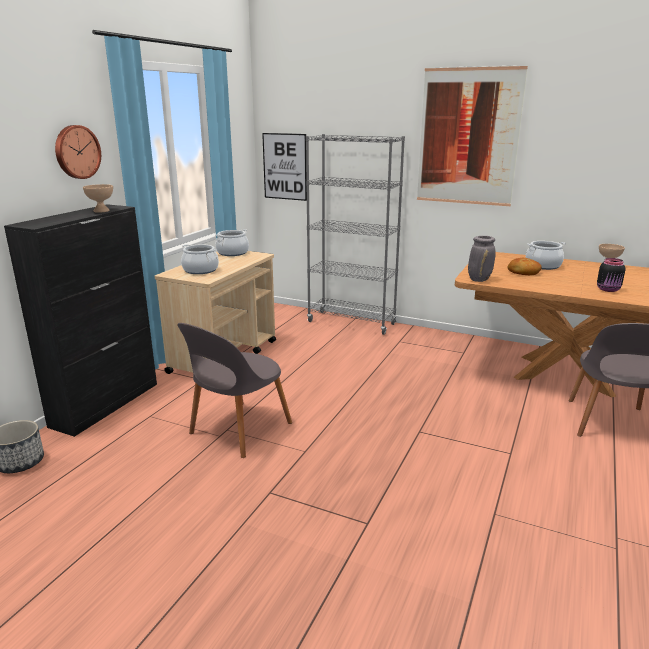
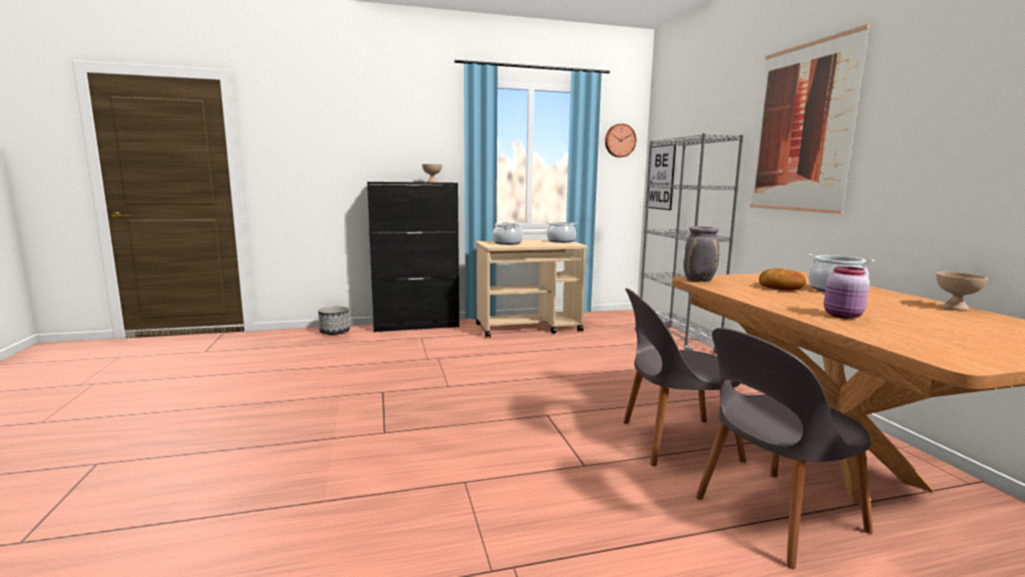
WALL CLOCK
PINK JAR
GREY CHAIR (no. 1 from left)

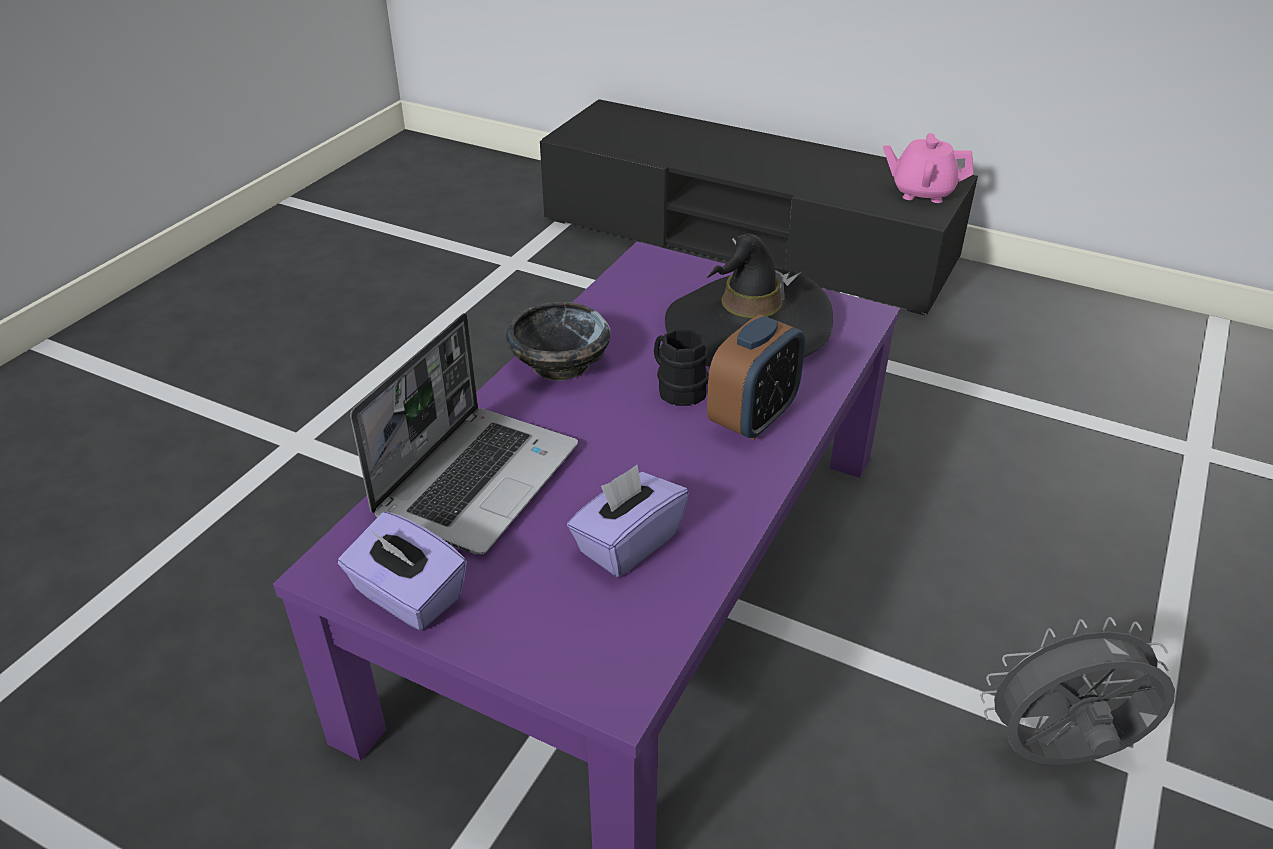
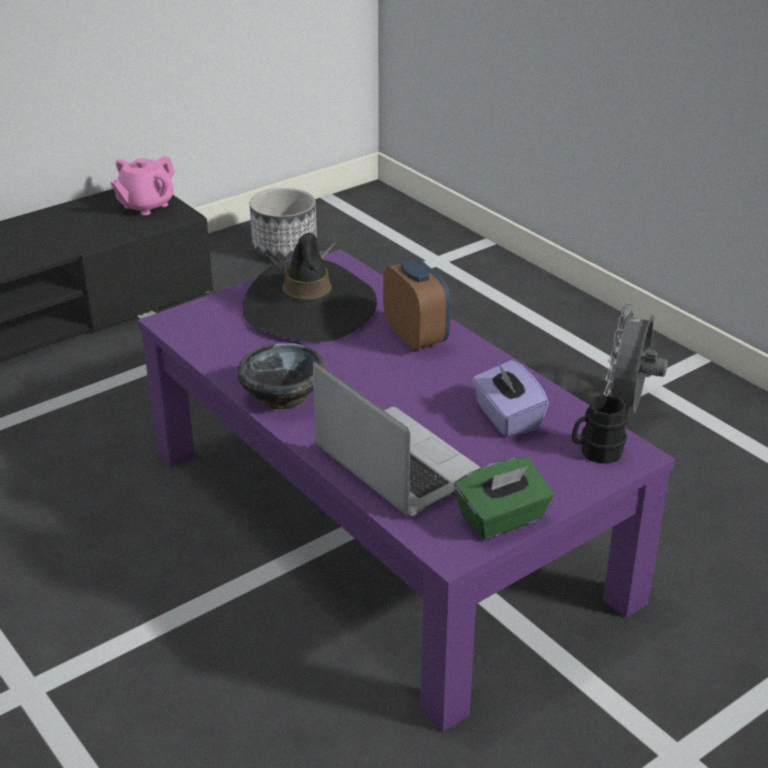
BLACK MUG
GREEN TISSUE BOX
PLANTER

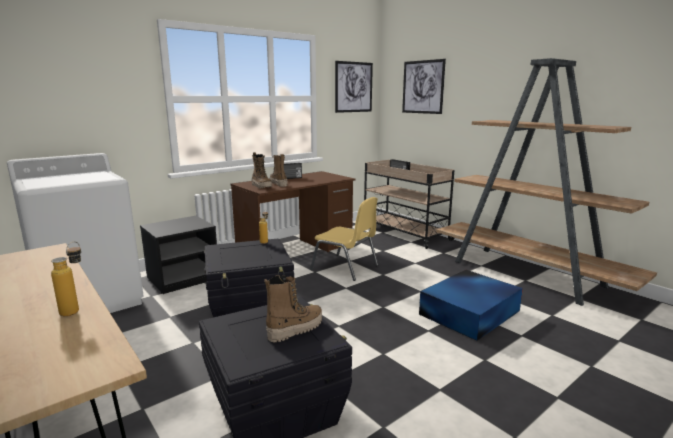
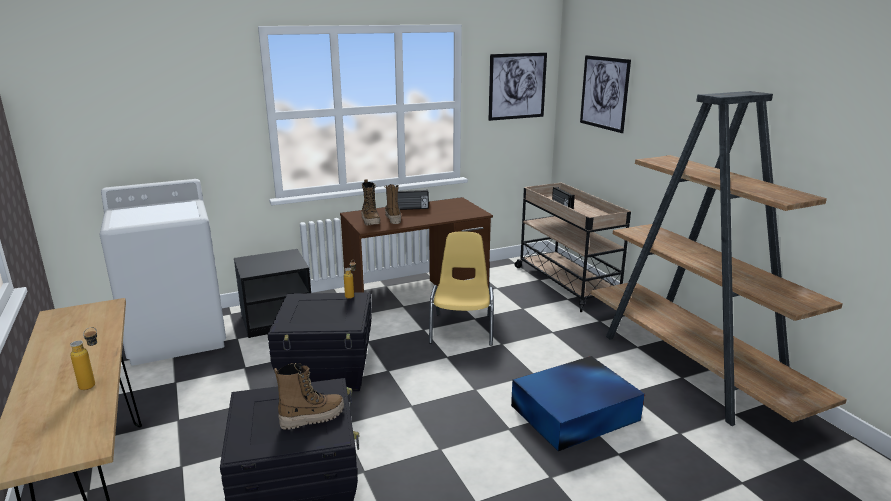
YELLOW CHAIR

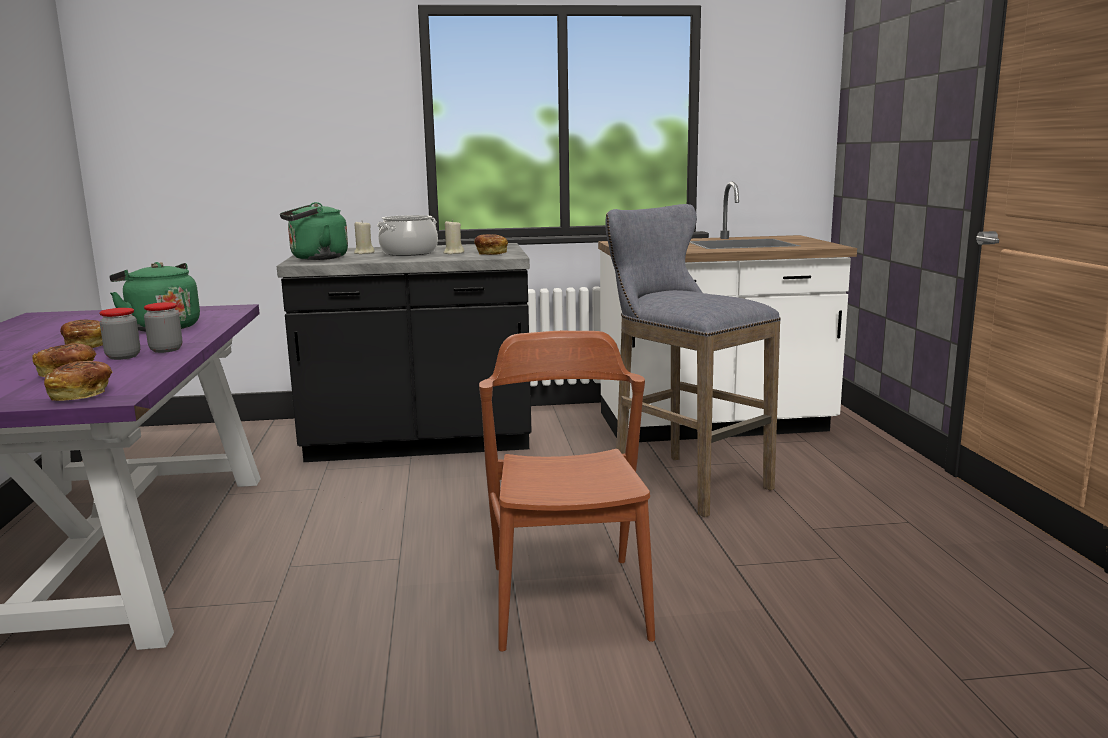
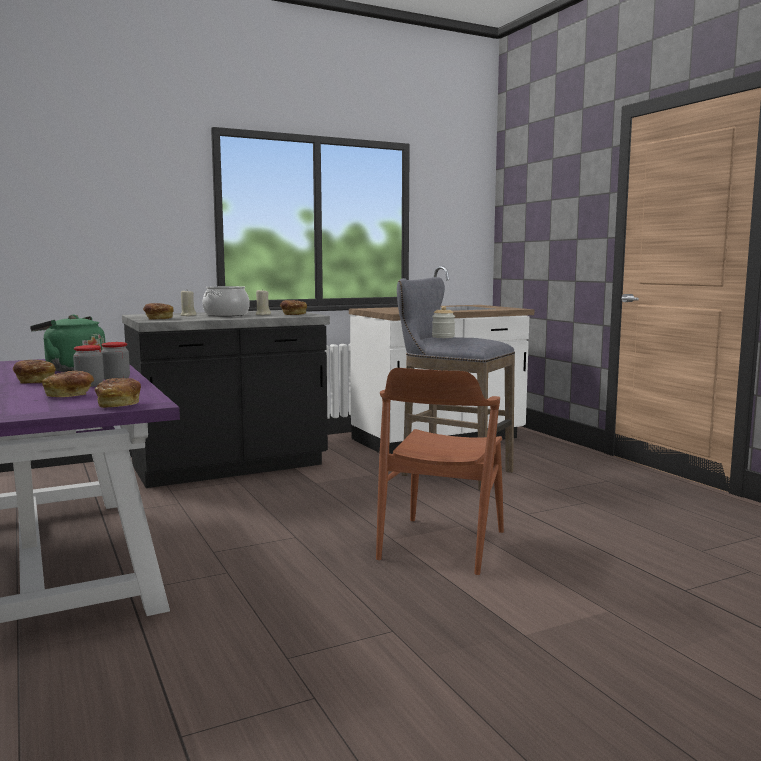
BREAD (no. 4 from left)
BROWN CHAIR
JAR (no. 3 from left)

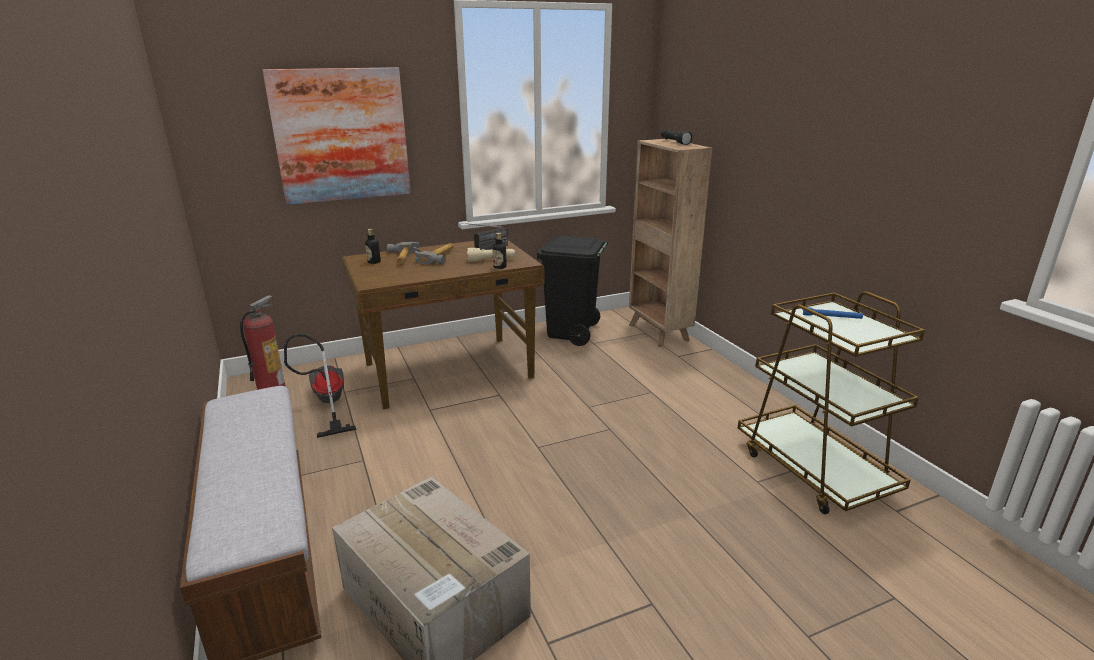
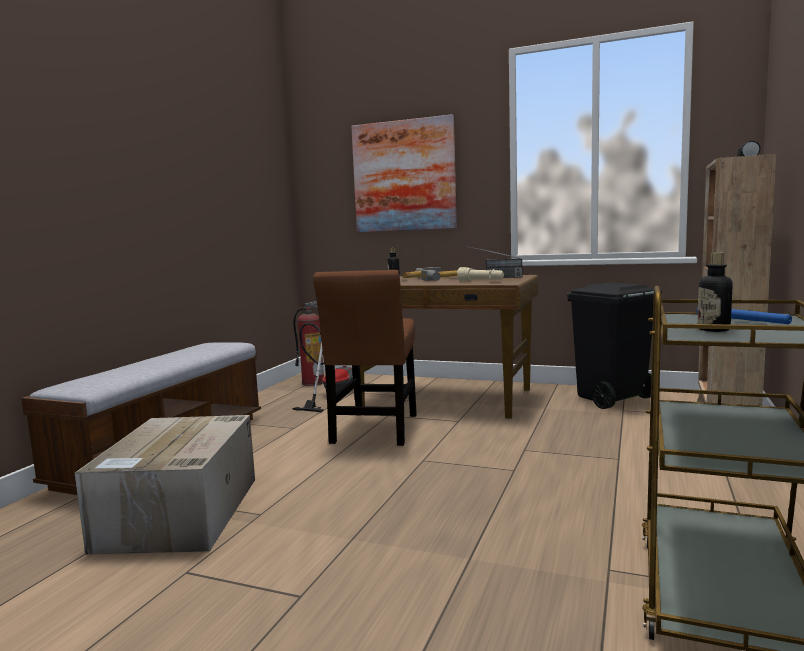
BOTTLE (no. 2 from left)
BROWN CHAIR

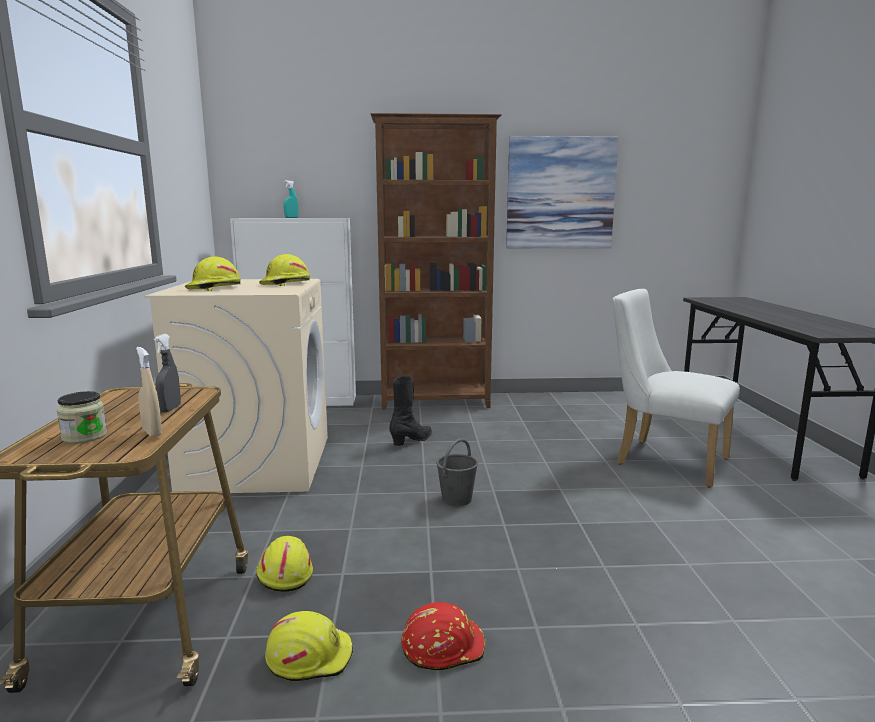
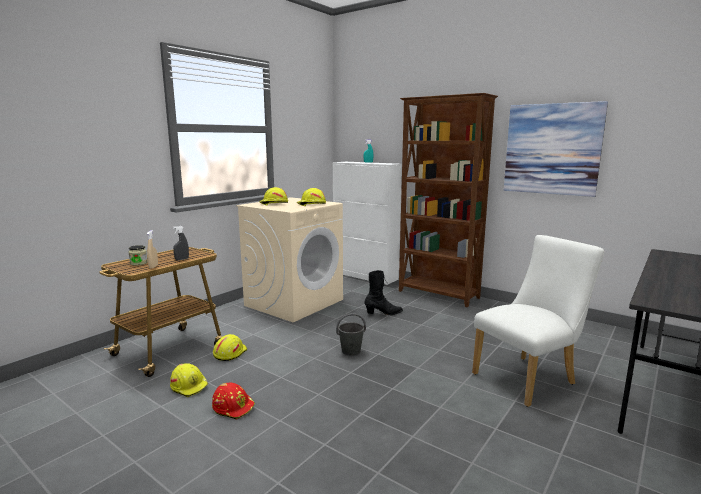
WHITE CHAIR

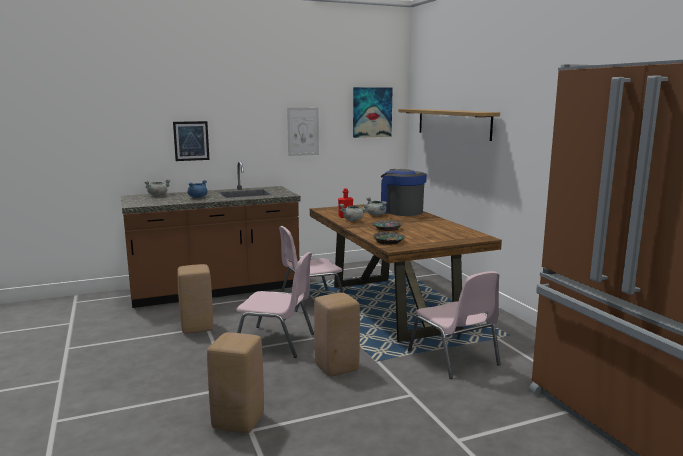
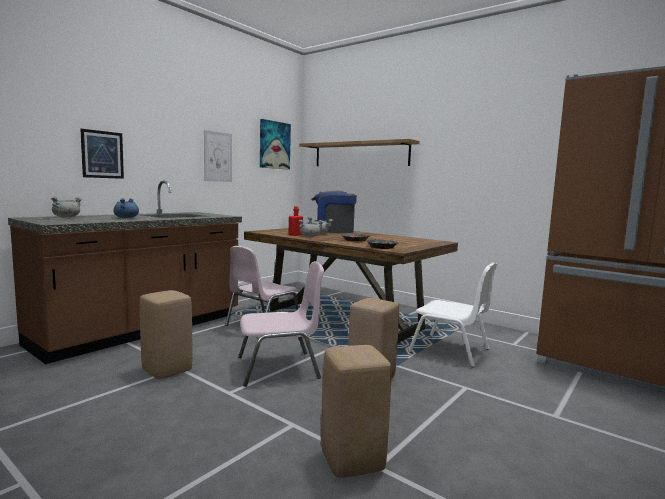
WHITE CHAIR

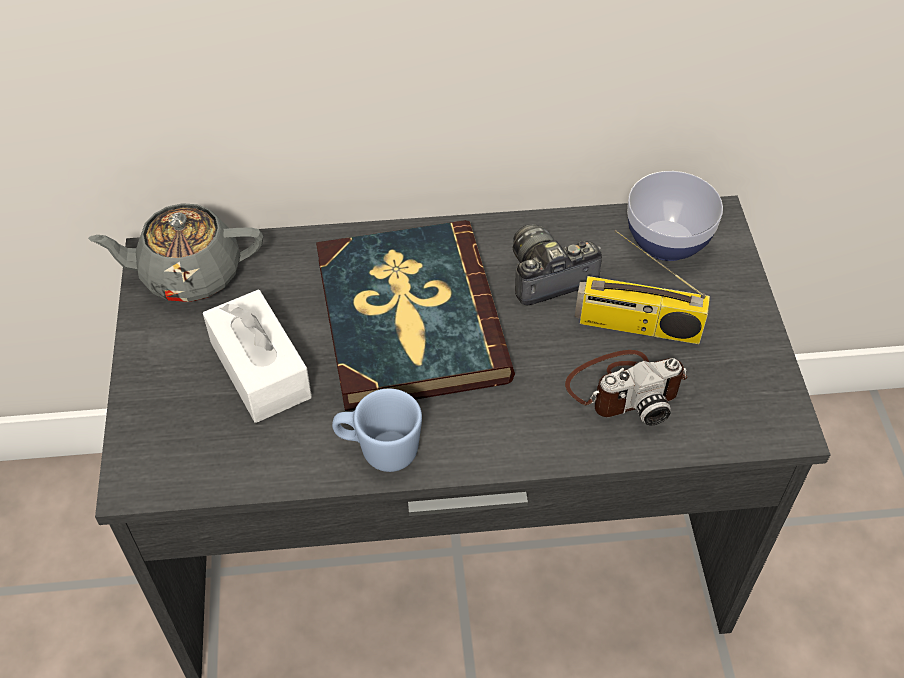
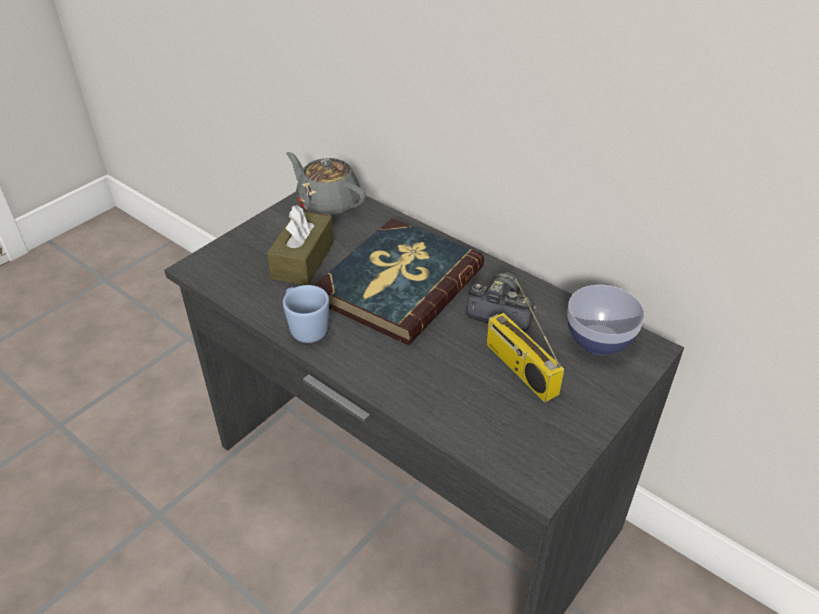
BROWN TISSUE BOX
PHOTO CAMERA (no. 2 from left in the first image)

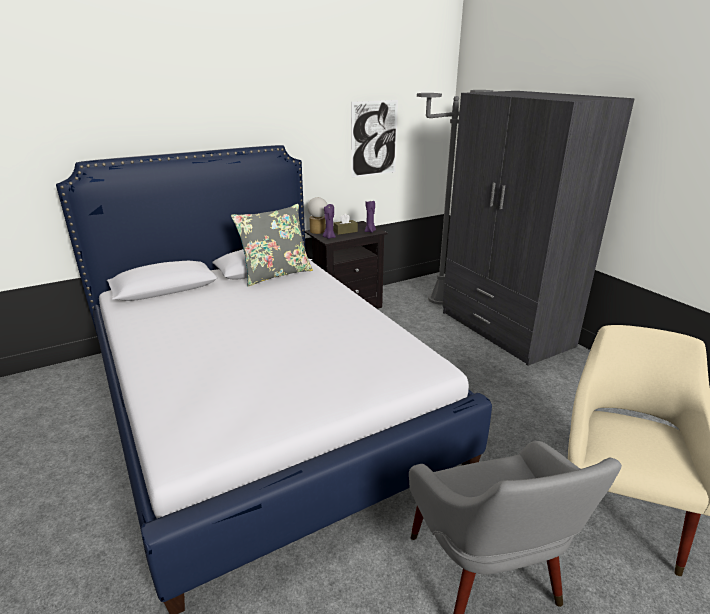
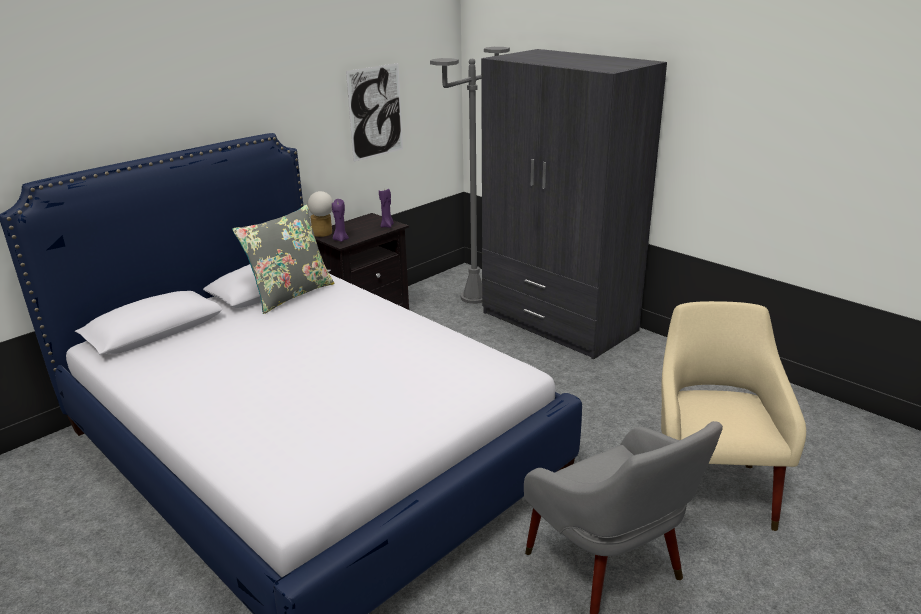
BROWN TISSUE BOX

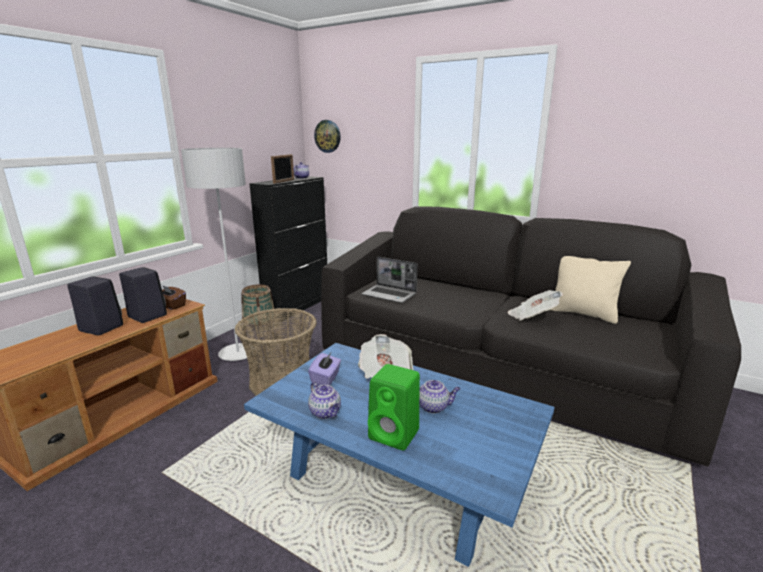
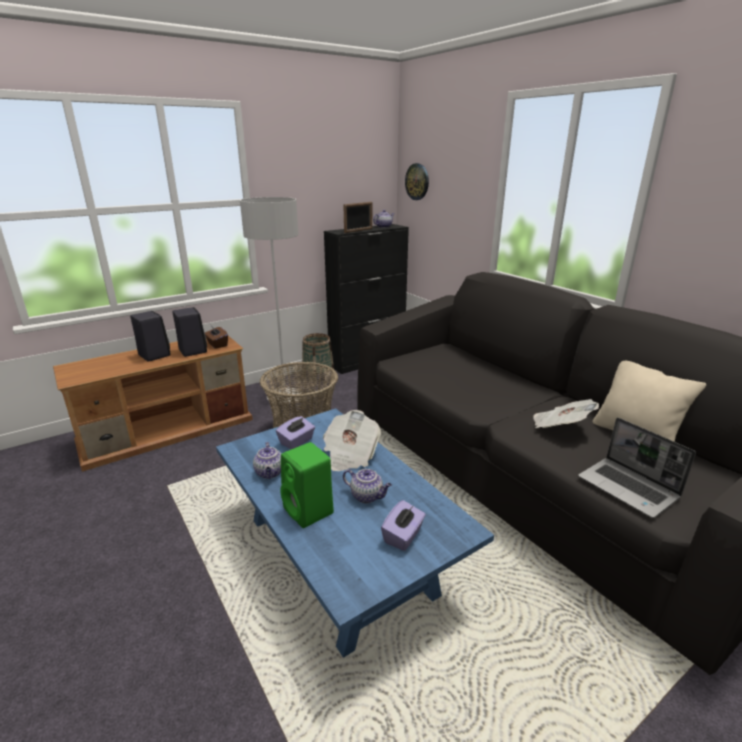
LAPTOP
PURPLE TISSUE BOX (no. 2 from left)

